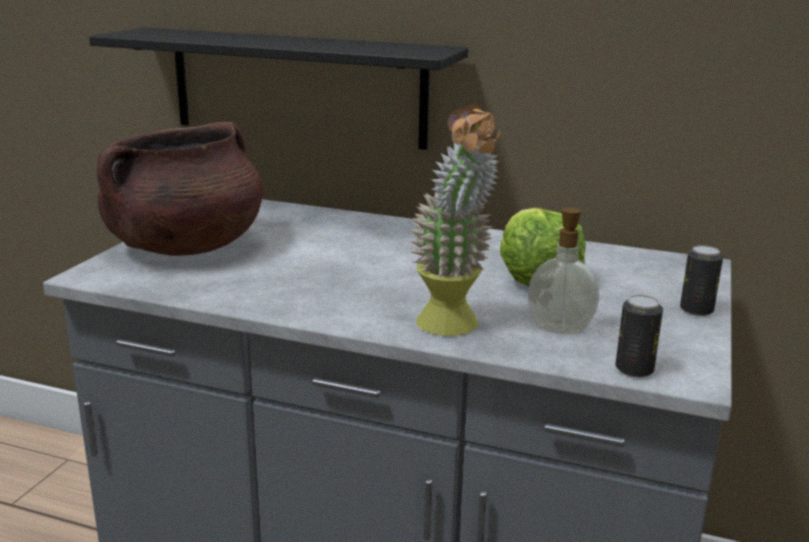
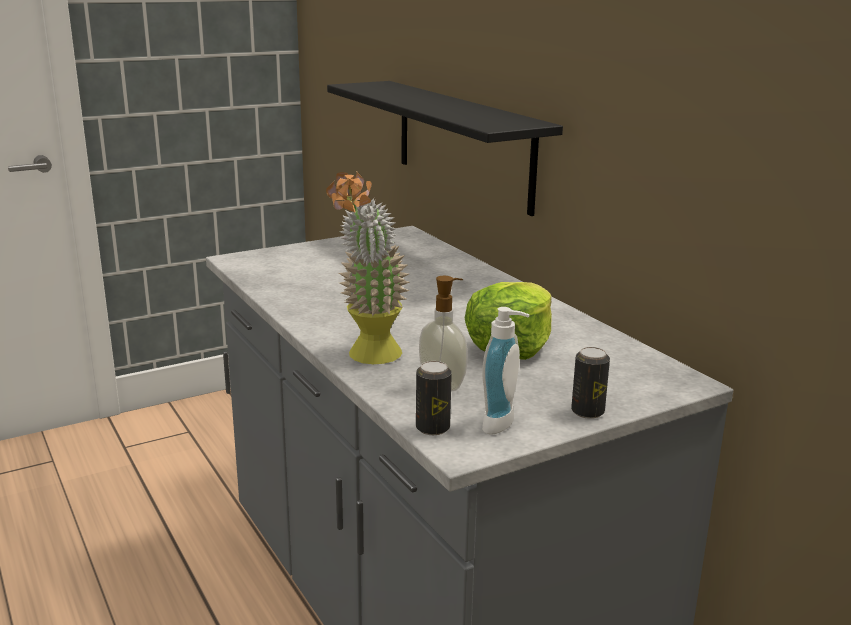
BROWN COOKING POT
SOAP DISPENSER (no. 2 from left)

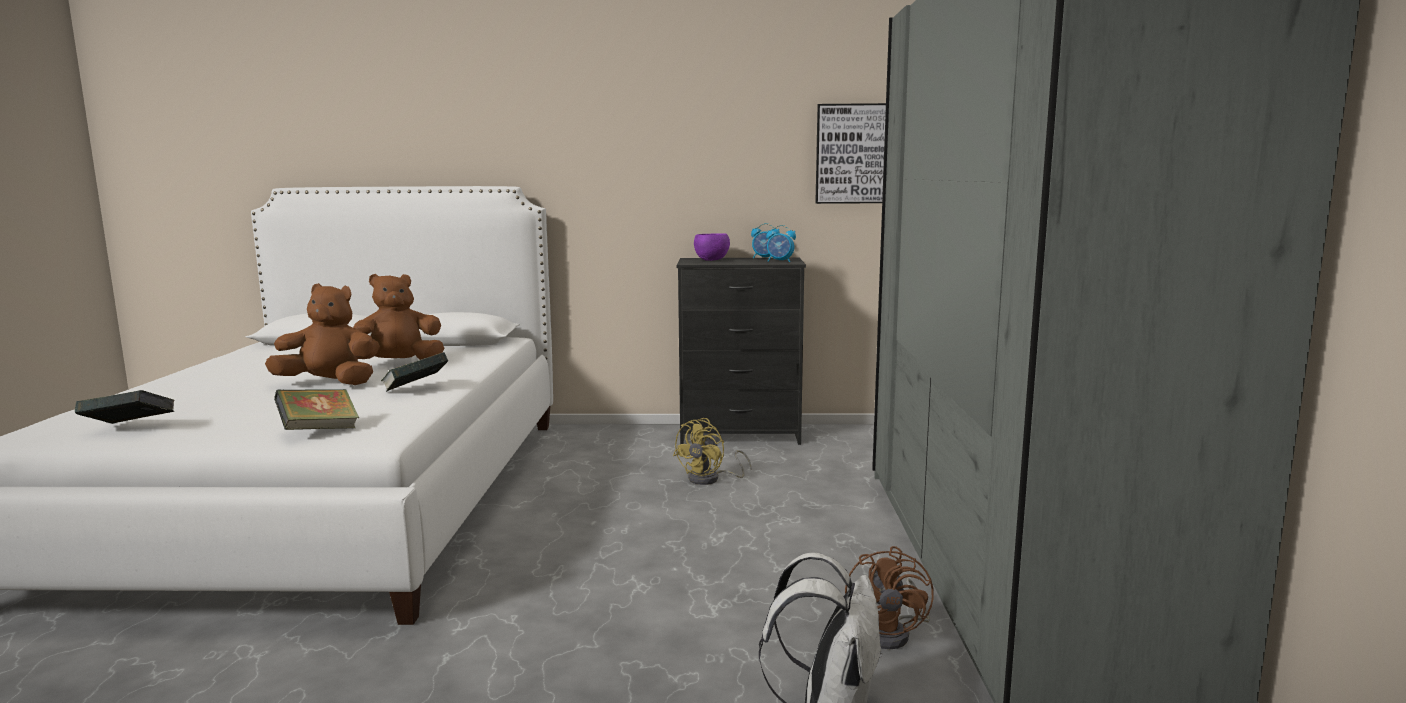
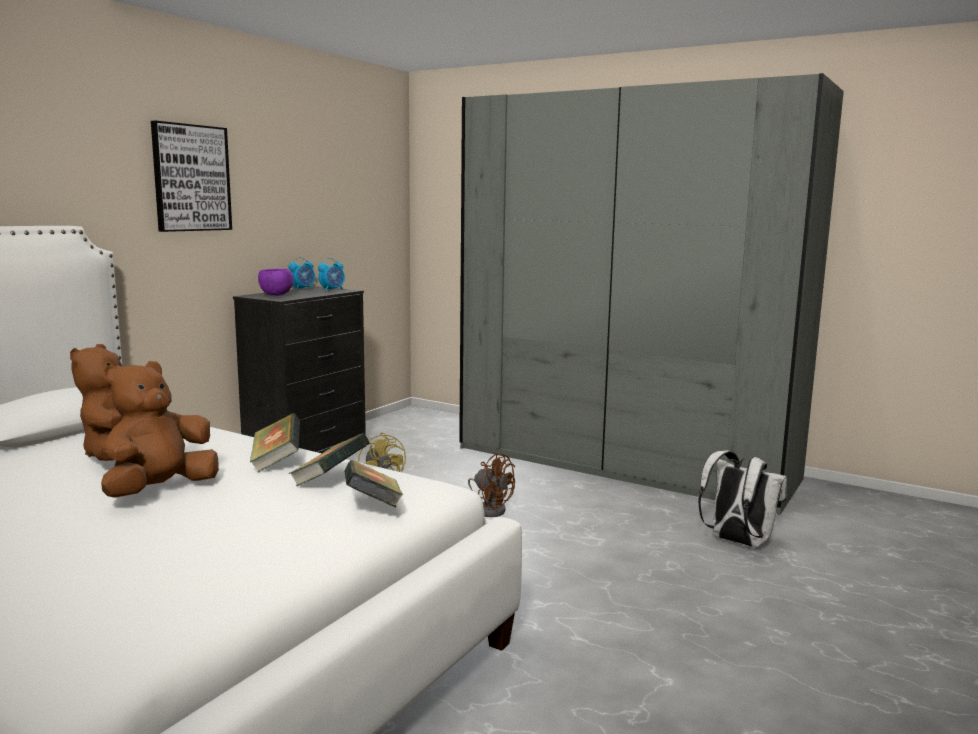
PICTURE
BOOK (no. 2 from left)
BROWN FAN

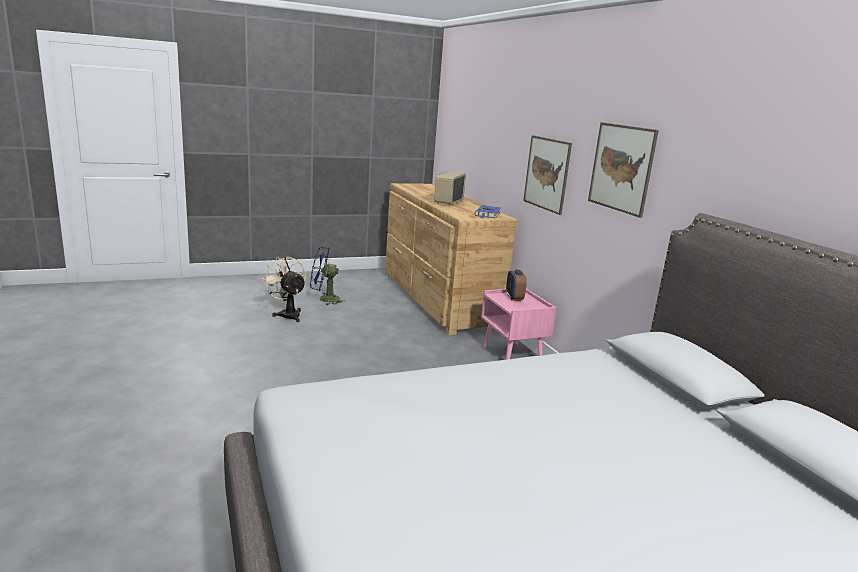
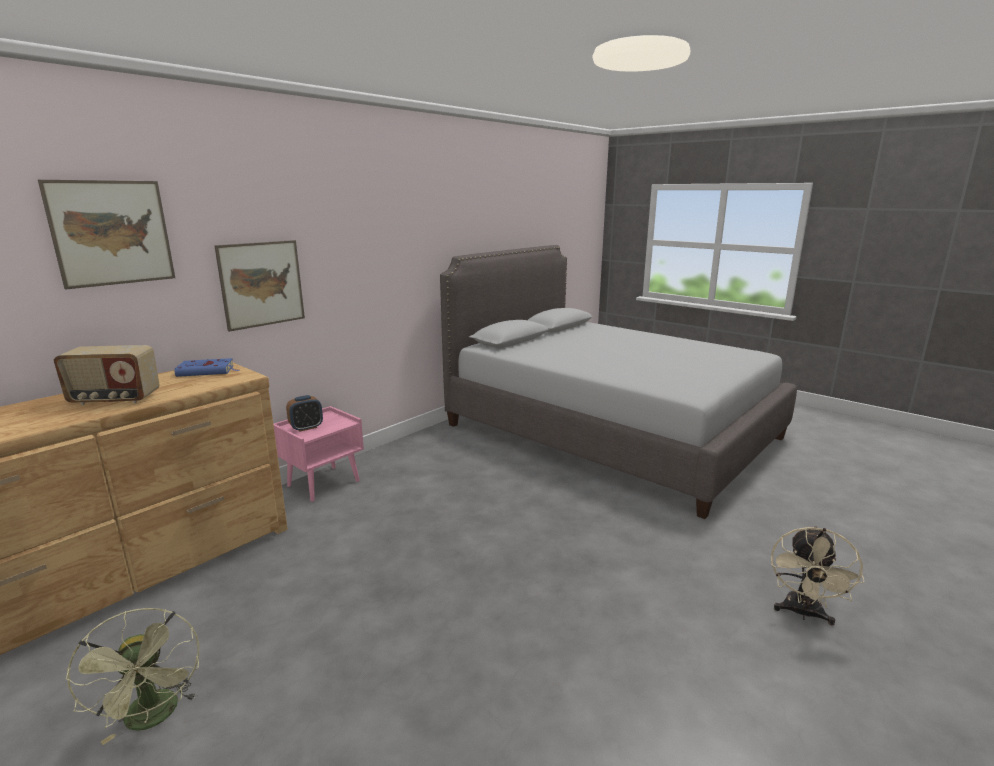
PICTURE (no. 1 from left)
GREEN FAN
BEIGE FAN

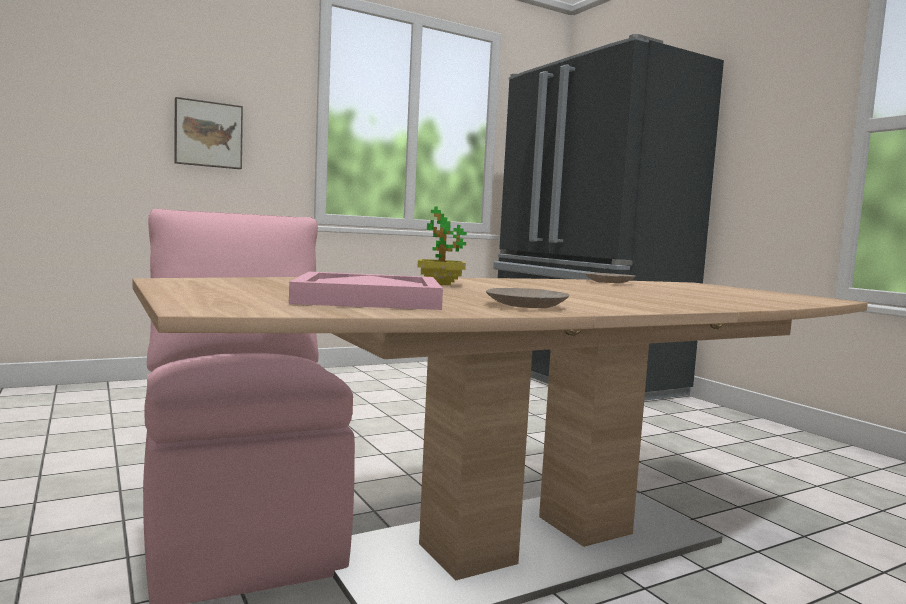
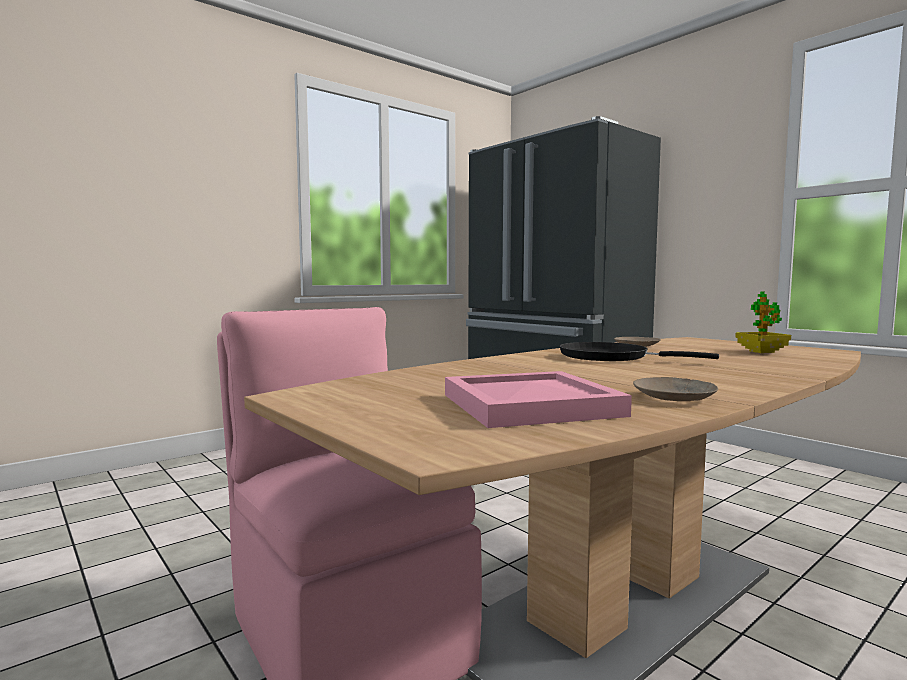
PICTURE
POTTED PLANT
BLACK FRYING PAN

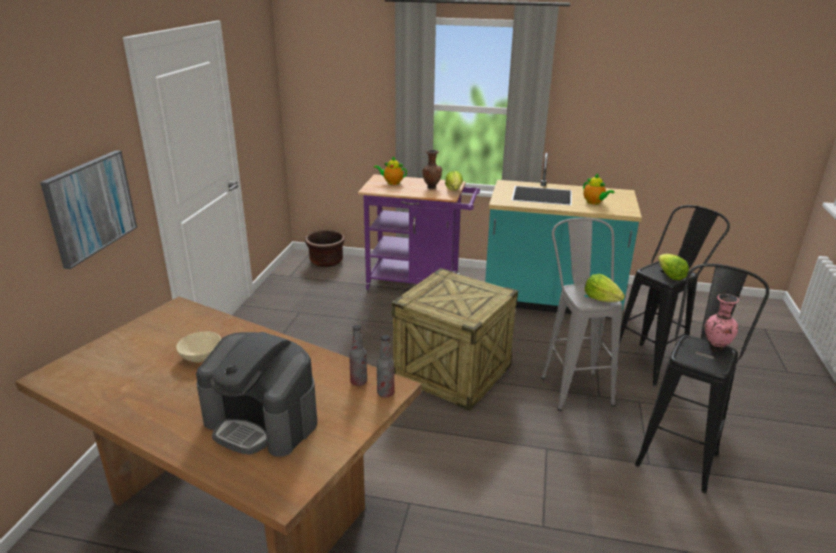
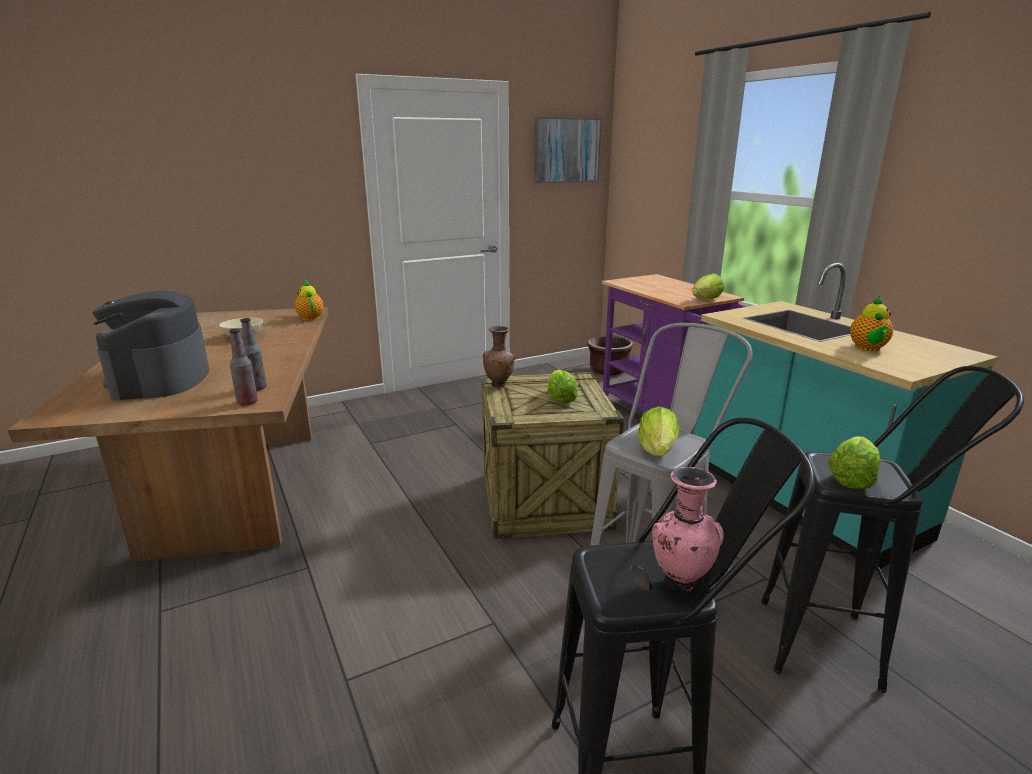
PICTURE
BROWN VASE
TEAPOT (no. 1 from left)
LETTUCE (no. 1 from left)

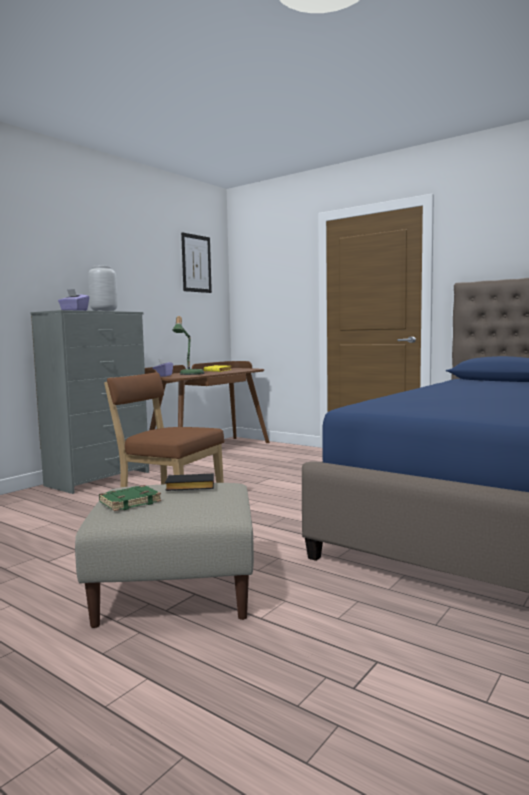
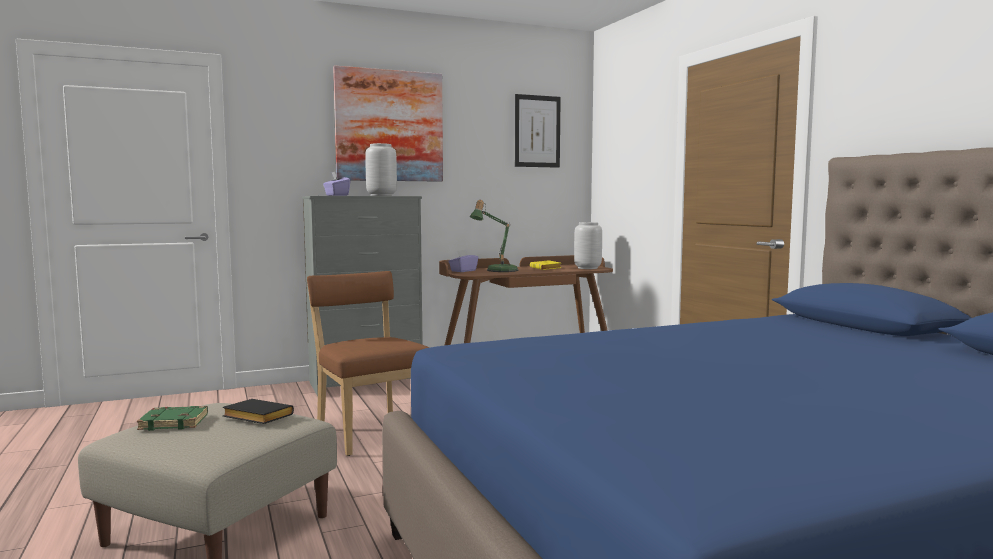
PICTURE (no. 1 from left)
GREY VASE (no. 2 from left)

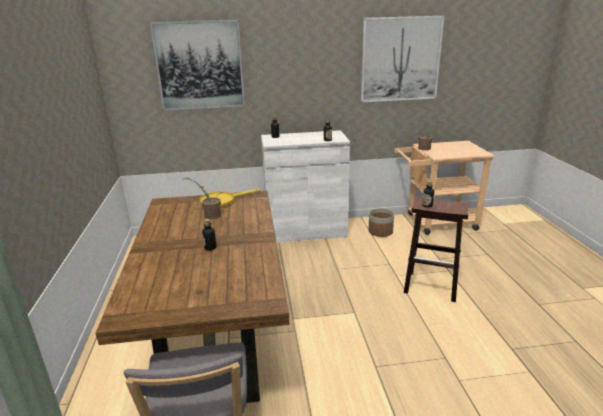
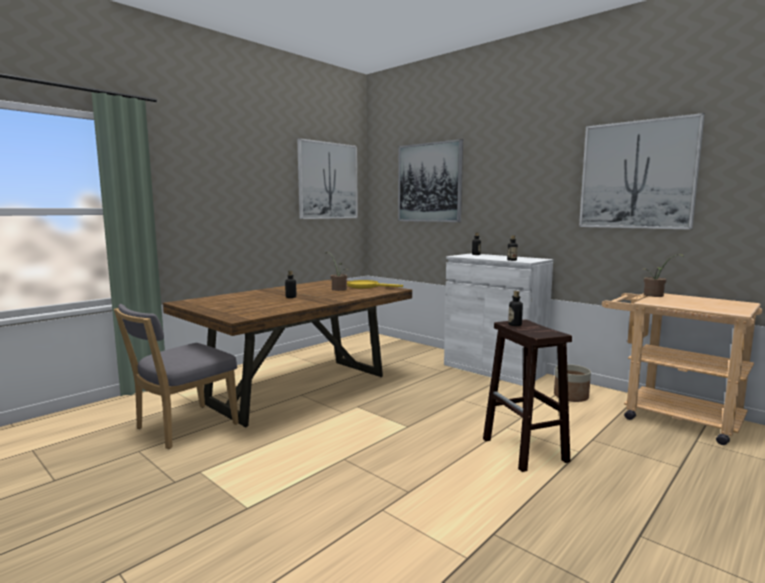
PICTURE (no. 1 from left)

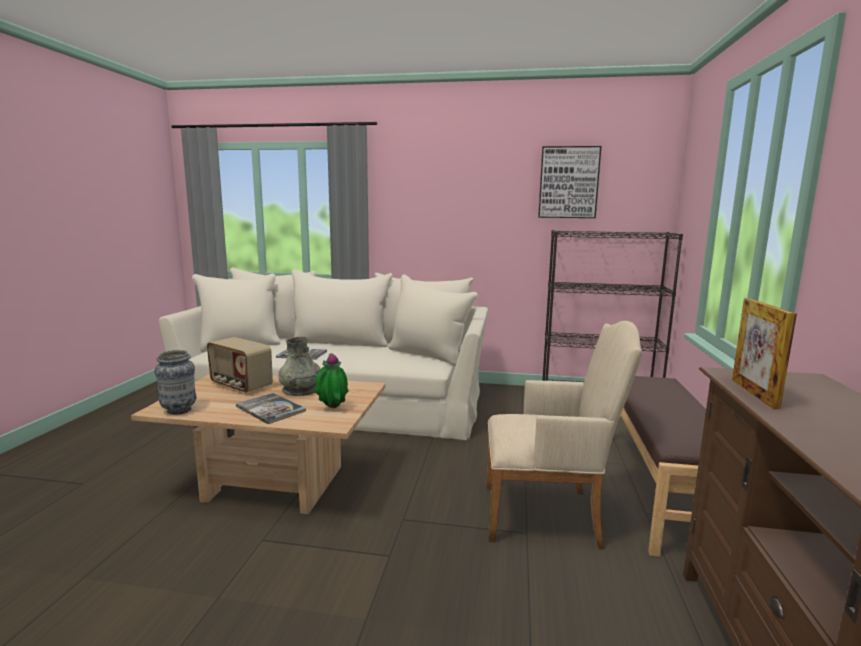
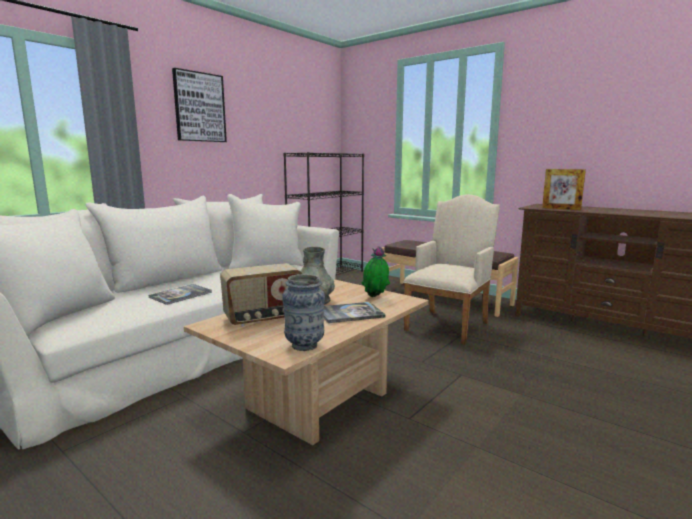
PICTURE

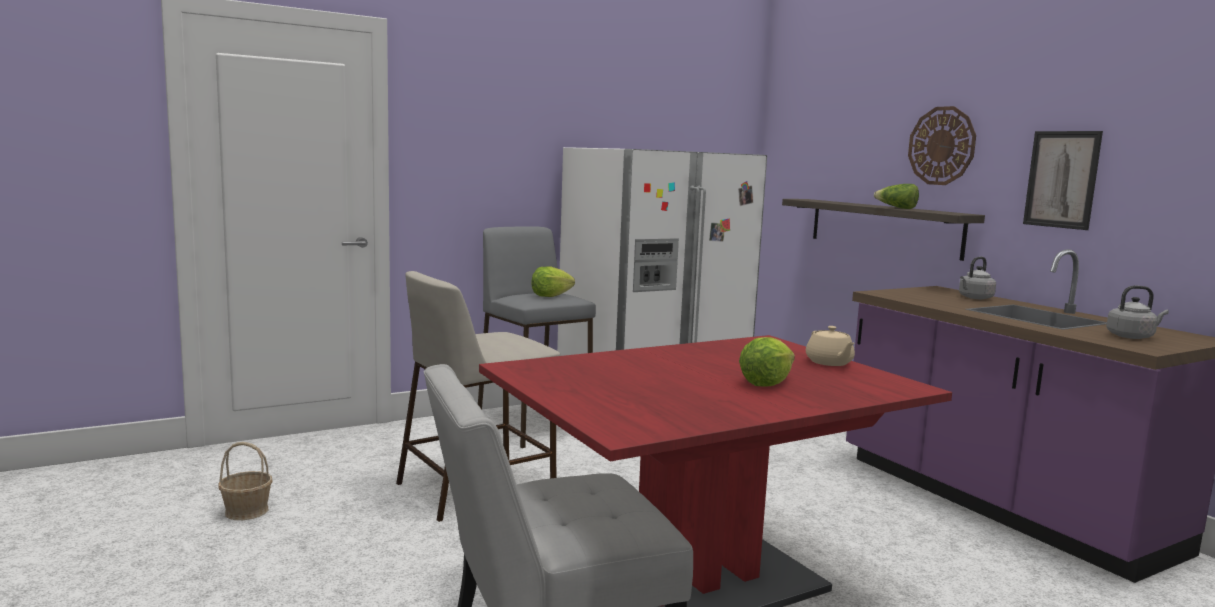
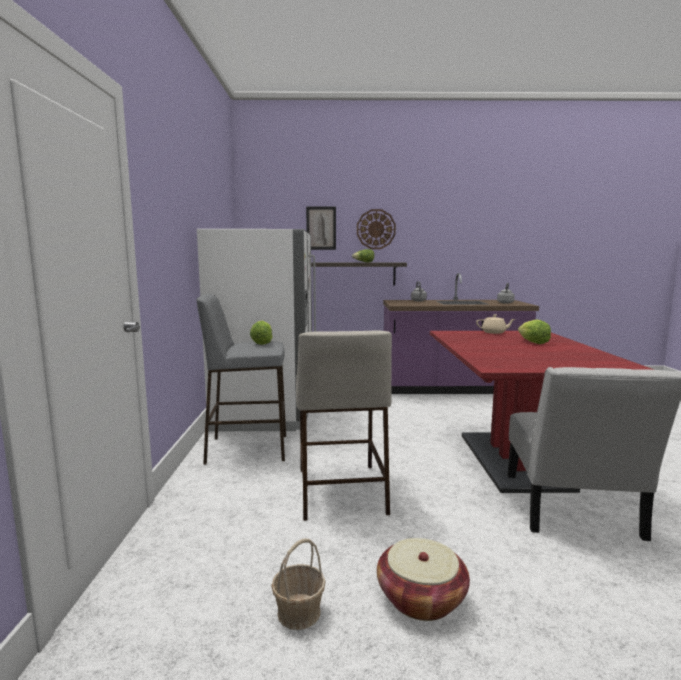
PICTURE
BASKET (no. 2 from left)

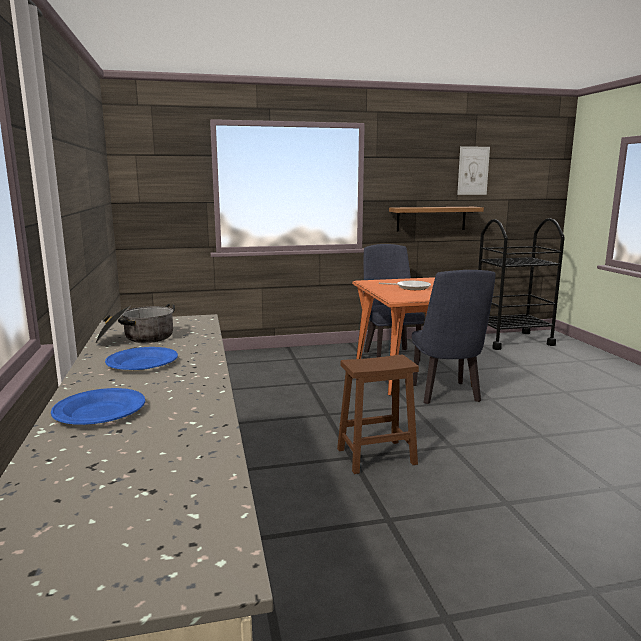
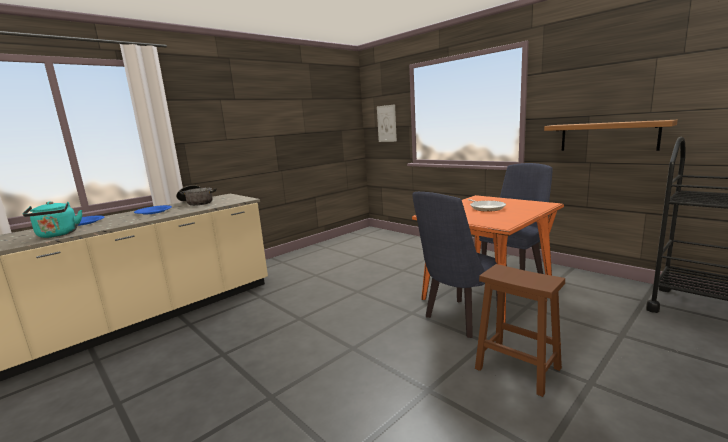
PICTURE
BROWN STOOL
TURQUOISE KETTLE

